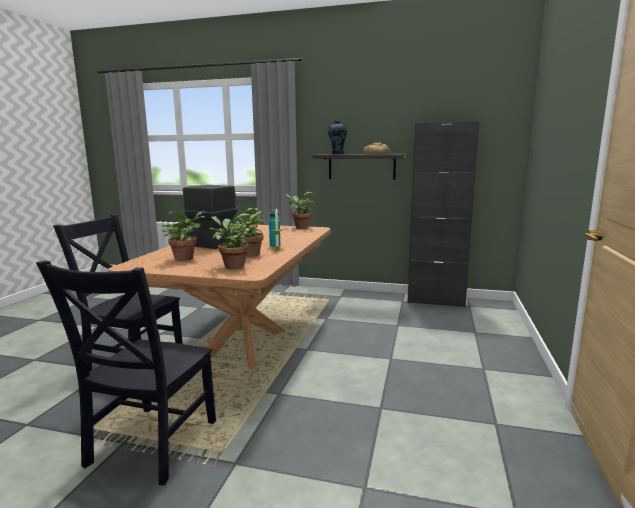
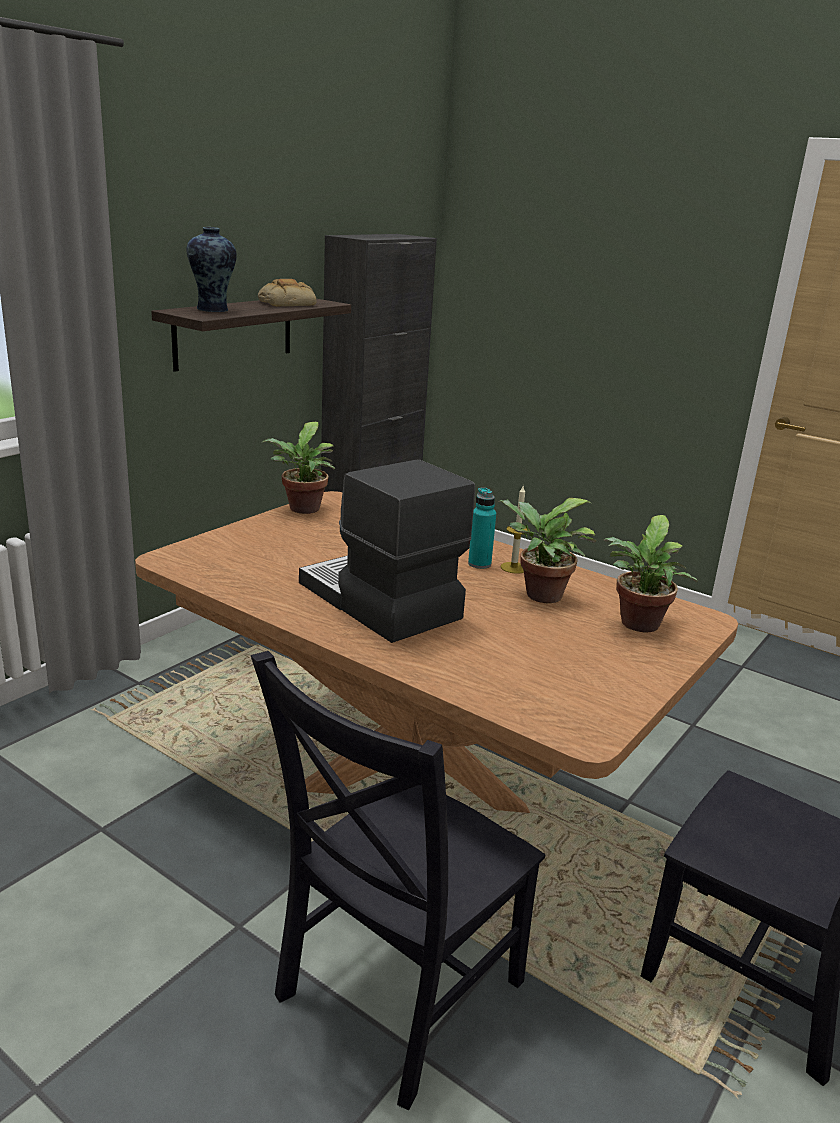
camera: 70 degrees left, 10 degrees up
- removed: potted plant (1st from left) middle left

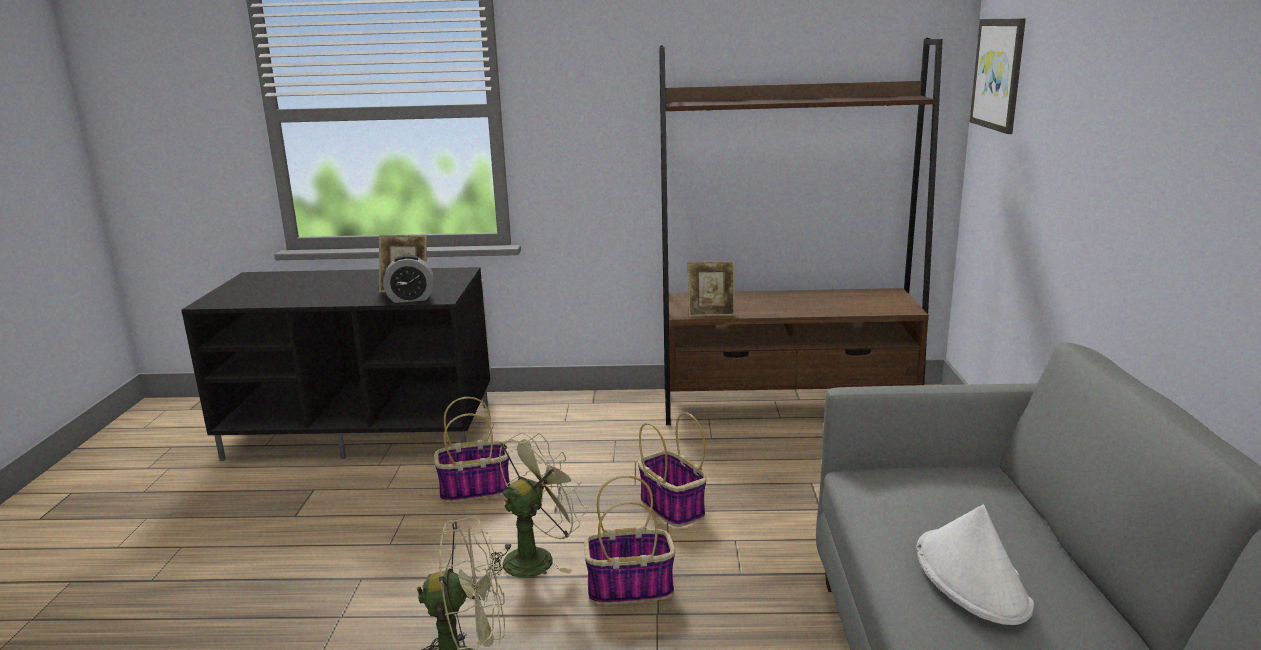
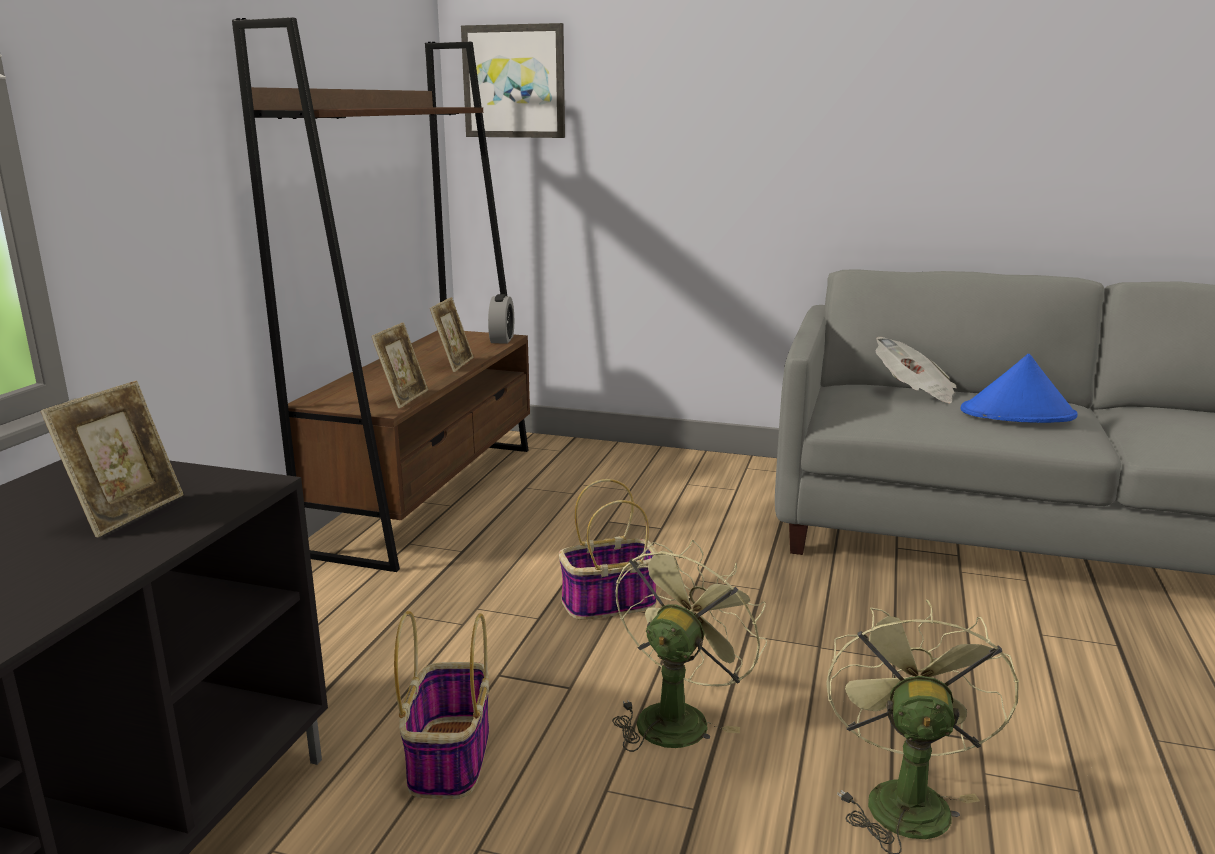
camera: 75 degrees left, 0 degrees up
- added: picture frame (3rd from left) centre
- moved: alarm clock middle left to centre
- turned: fan (green) (2nd from left in the first image) bottom centre = bottom centre 60 degrees clockwise
- added: newspaper middle right
- recoloured: hat (white) bottom right to hat (blue) middle right
- removed: basket (2nd from left) bottom centre

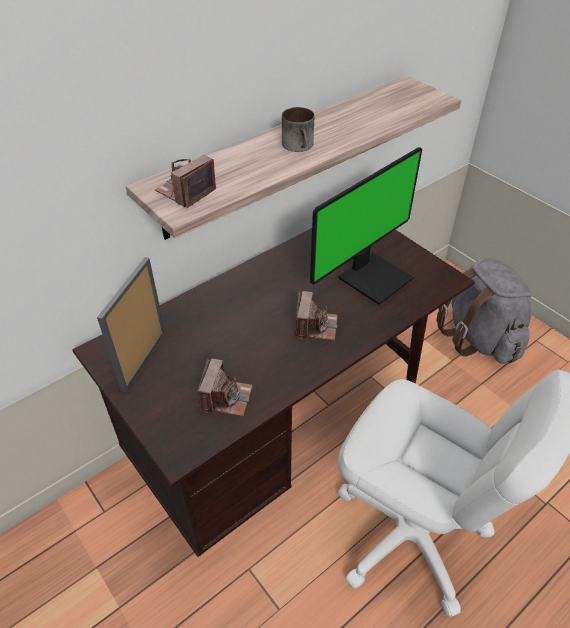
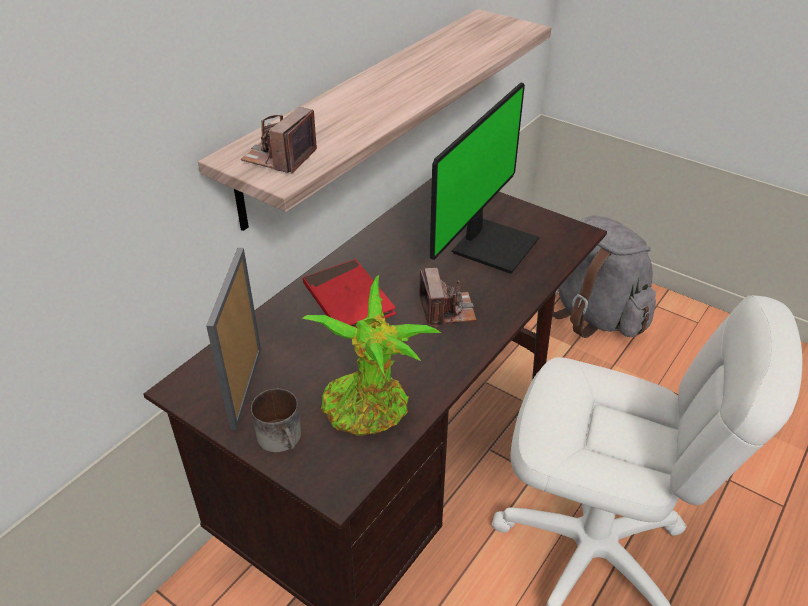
camera: 15 degrees left, 5 degrees down
- moved: mug top centre to bottom centre
- replaced: photo camera (2nd from left) centre to potted plant centre
- added: book (red) centre

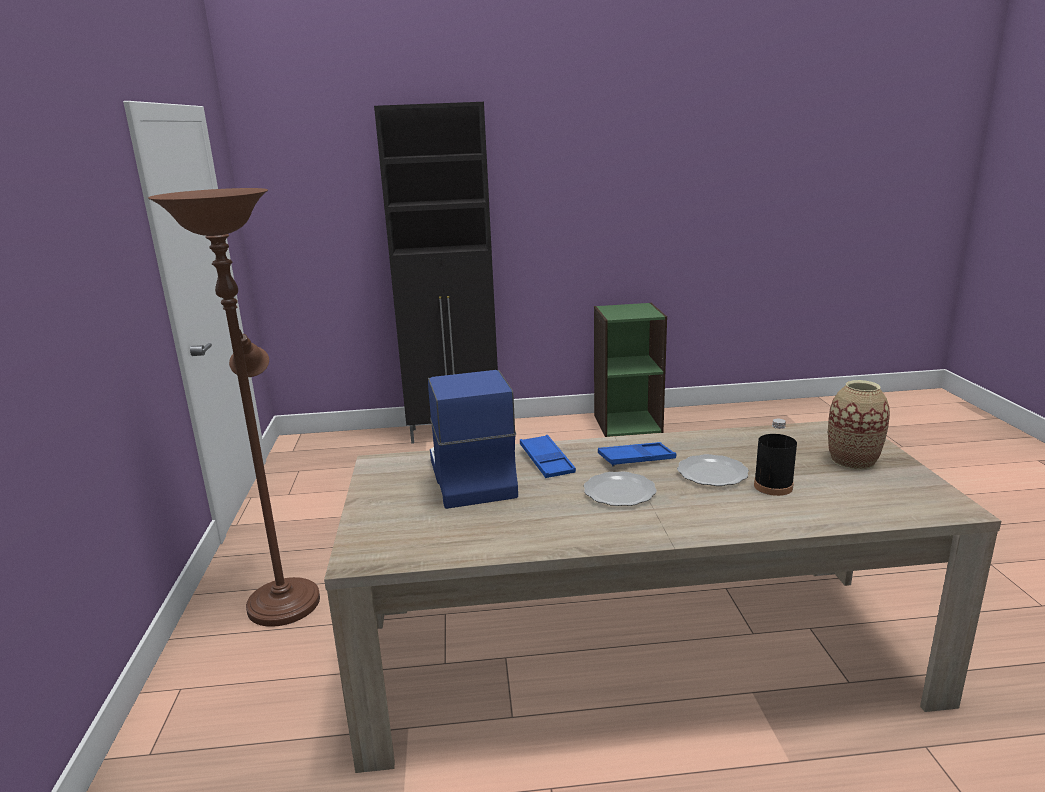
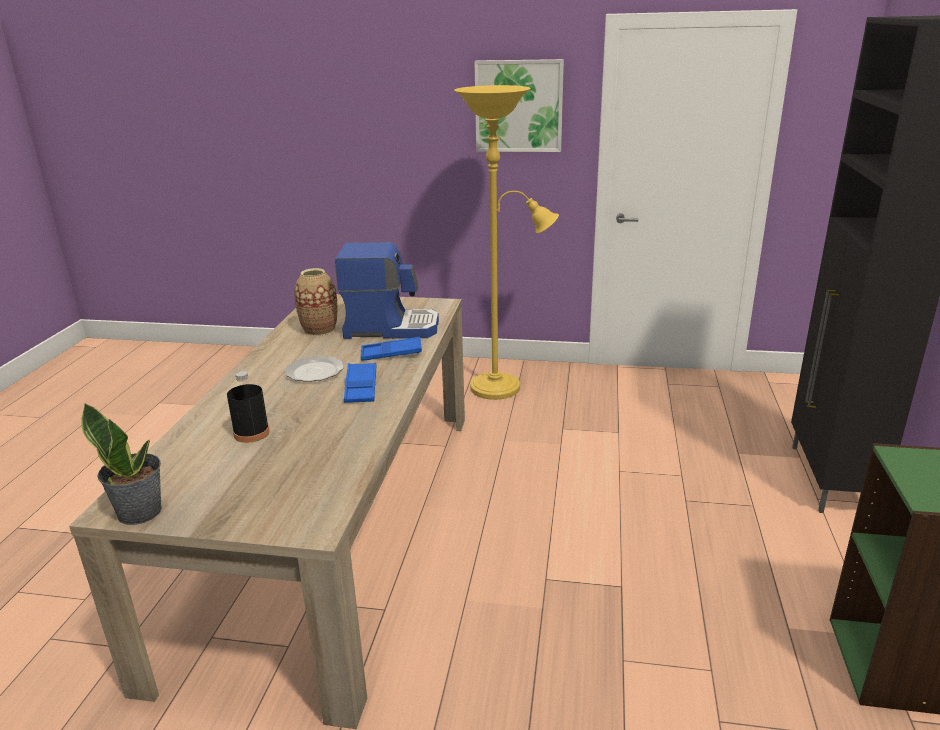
camera: 105 degrees right, 5 degrees up
- added: potted plant middle left
- moved: vase middle right to centre
- recoloured: floor lamp (brown) middle left to floor lamp (yellow) top centre
- added: picture top centre
- removed: plate (2nd from left) middle right

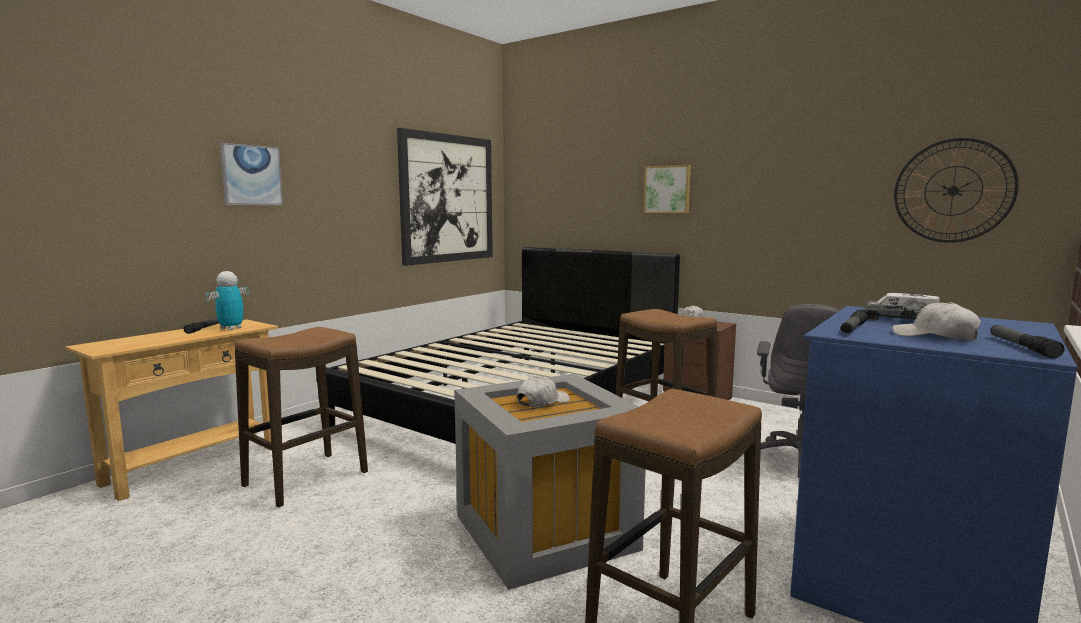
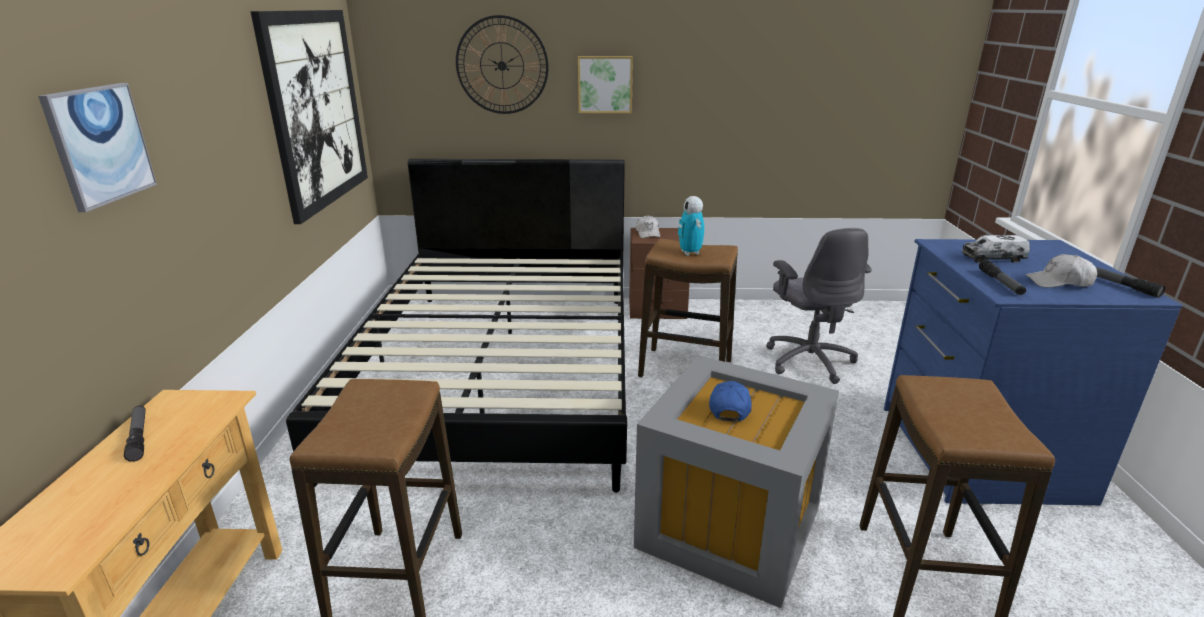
camera: 35 degrees left, 15 degrees up
- moved: wall clock top right to top centre
- moved: toy robot middle left to centre
- recoloured: cap (white) (1st from left) centre to cap (blue) centre

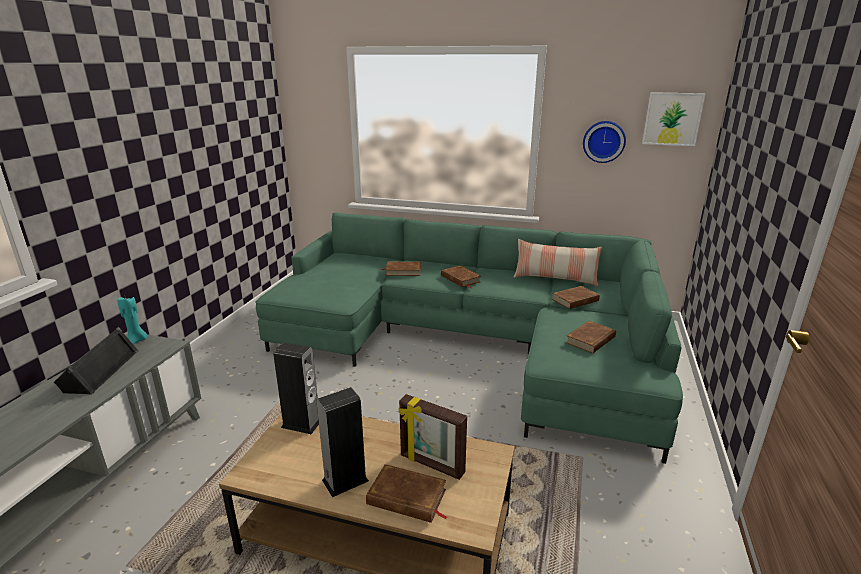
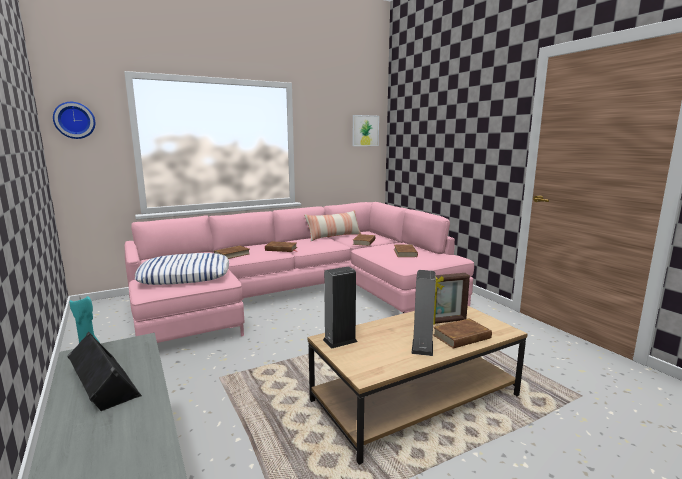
camera: 45 degrees left, 10 degrees down
- moved: wall clock top right to top left
- recoloured: sofa (green) centre to sofa (pink) centre
- added: pillow (1st from left) middle left

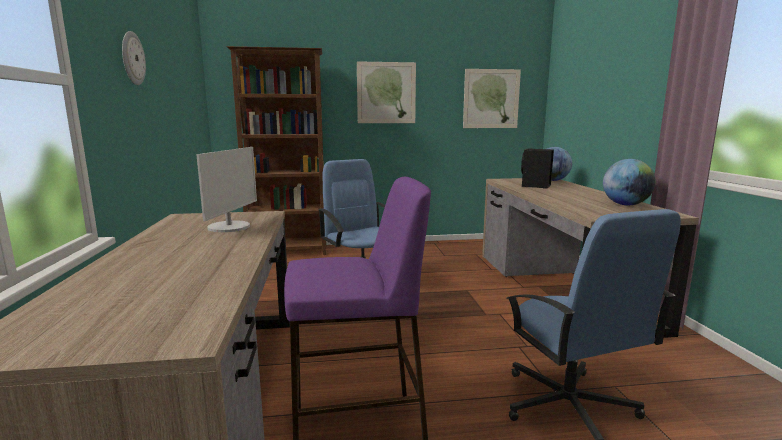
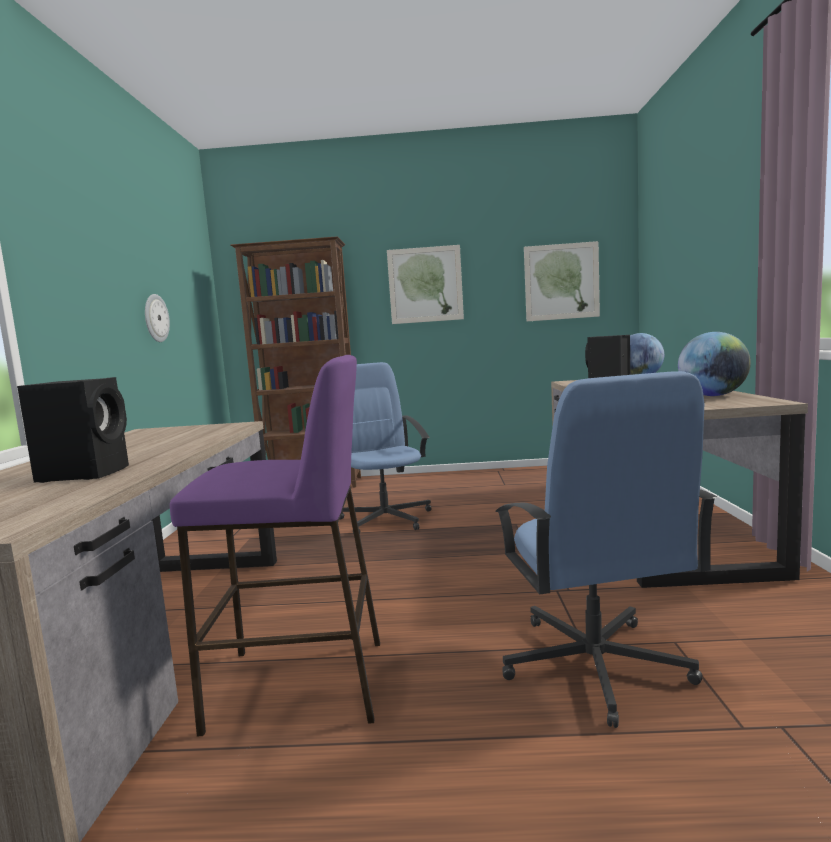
camera: 10 degrees right, 5 degrees down
- added: speaker (black) (1st from left) middle left
- moved: wall clock top left to middle left
- removed: monitor middle left

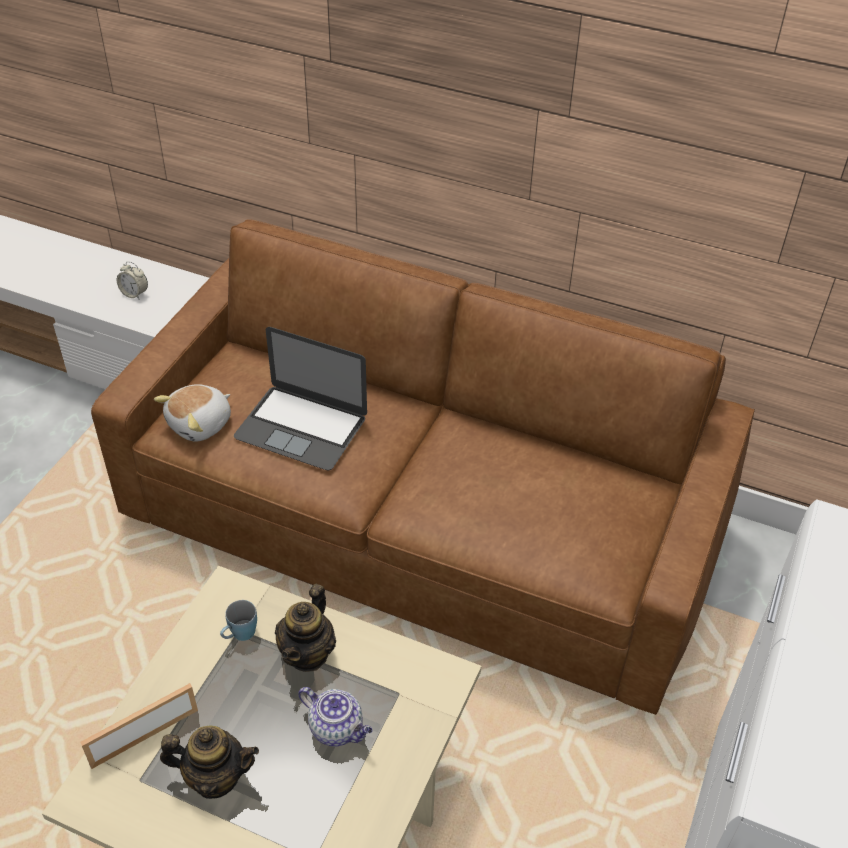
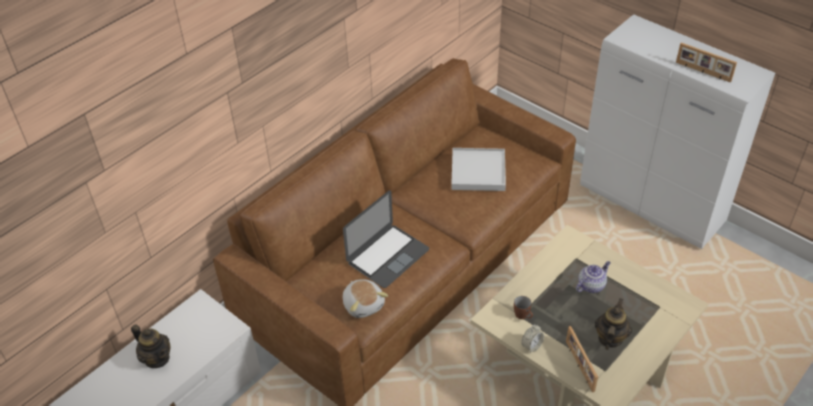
camera: 70 degrees left, 0 degrees up
- moved: teapot (2nd from left in the first image) bottom centre to teapot (1st from left) bottom left
- added: tray (white) centre
- recoloured: mug (blue) bottom left to mug (brown) bottom centre
- moved: alarm clock top left to bottom centre
- added: picture frame (2nd from left) top right

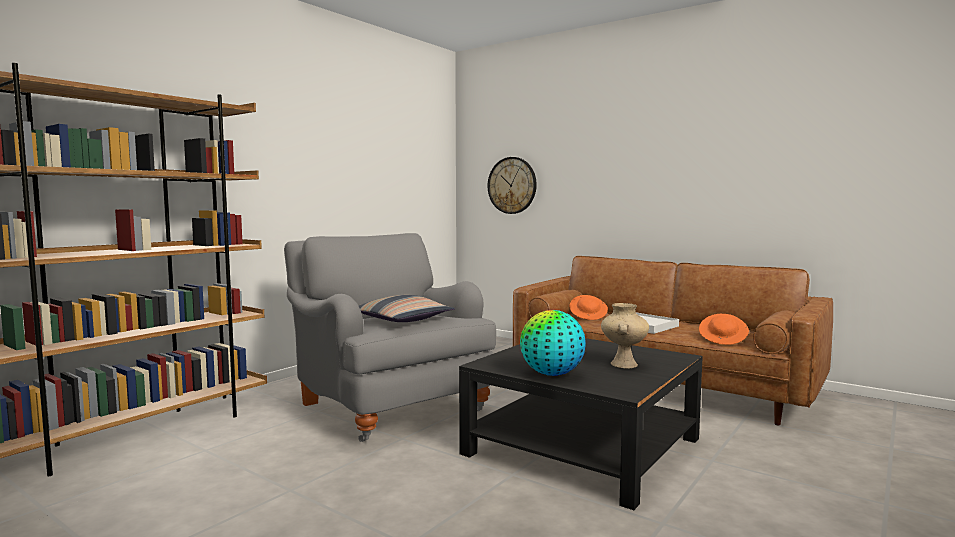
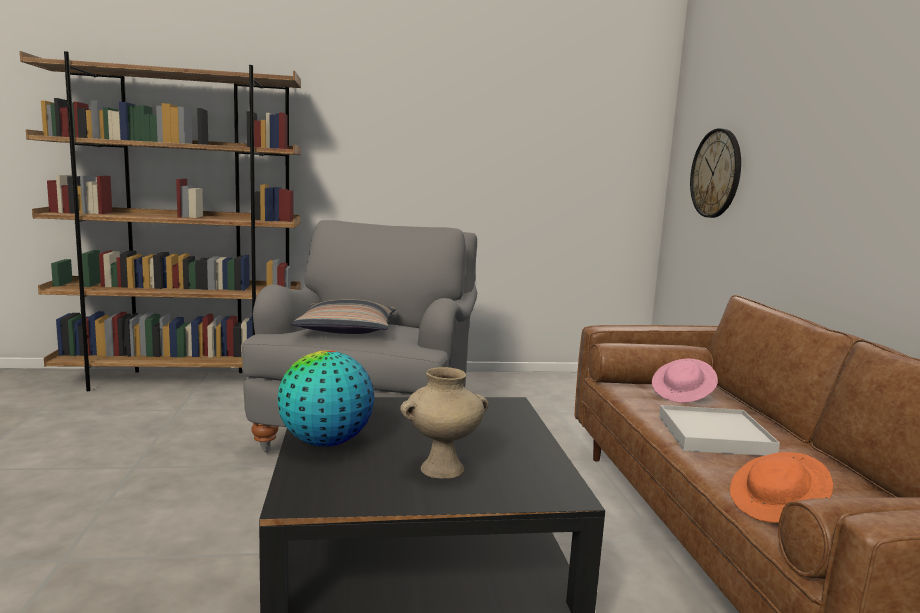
camera: 45 degrees right, 5 degrees up
- recoloured: hat (orange) (1st from left) centre to hat (pink) middle right

